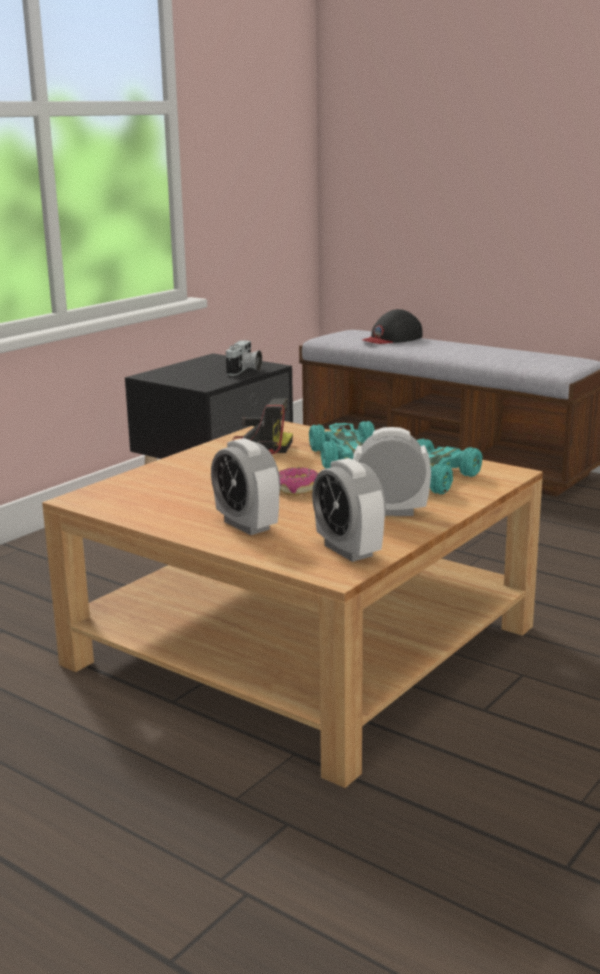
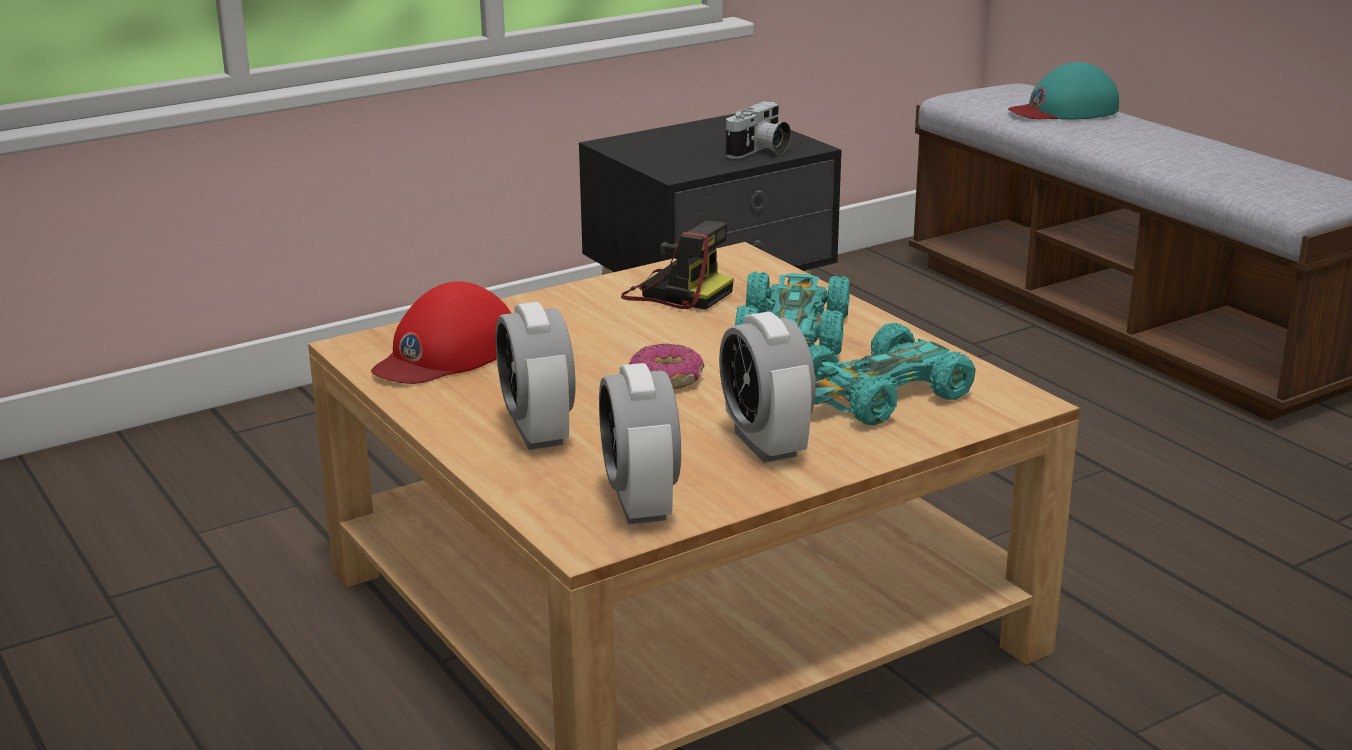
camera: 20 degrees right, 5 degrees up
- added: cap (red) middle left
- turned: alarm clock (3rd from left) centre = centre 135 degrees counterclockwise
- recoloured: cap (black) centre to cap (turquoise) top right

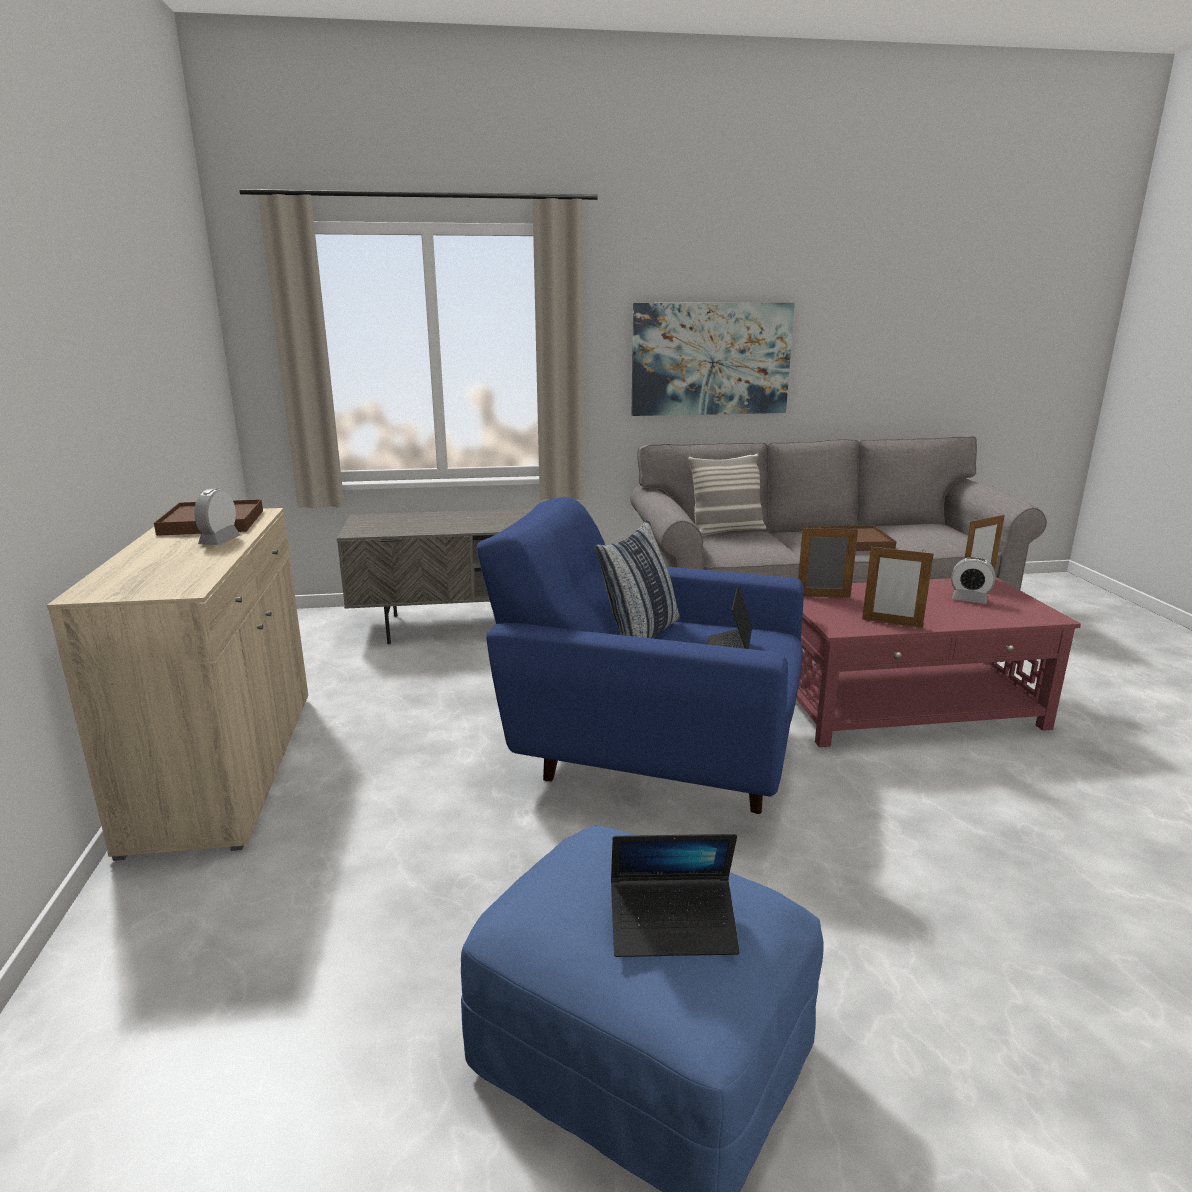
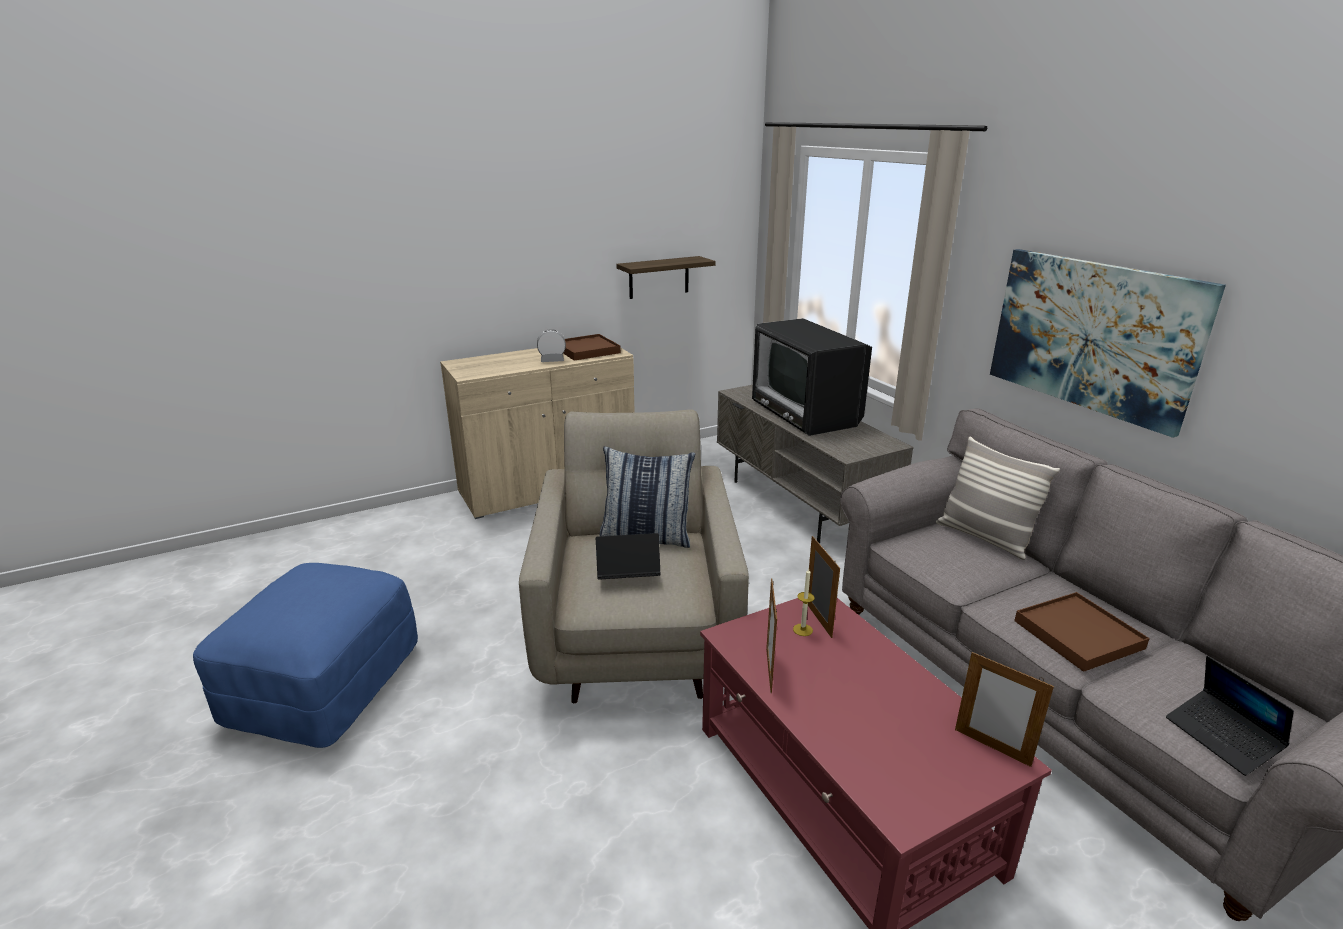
camera: 70 degrees right, 5 degrees up
- recoloured: armchair (blue) centre to armchair (beige) centre
- added: shelf top centre
- added: television centre
- added: candle centre
- moved: laptop (1st from left in the first image) bottom centre to laptop (2nd from left) bottom right
- removed: alarm clock (2nd from left) middle right

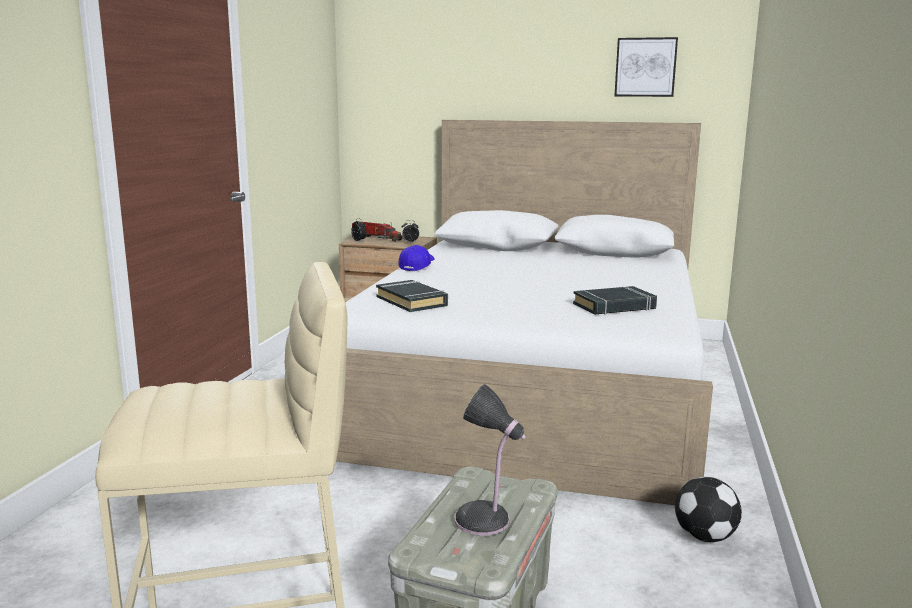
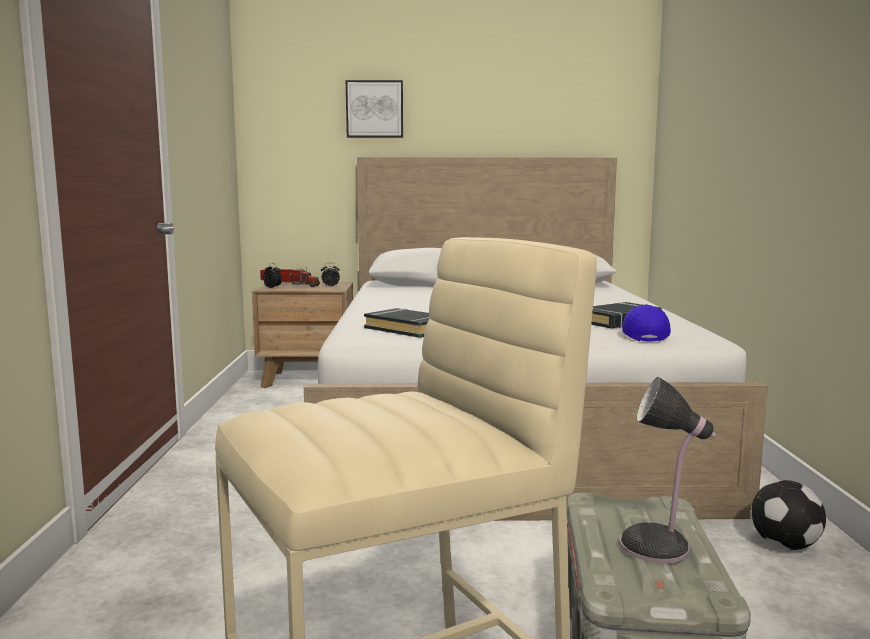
camera: 15 degrees left, 5 degrees down
- moved: picture top right to top centre
- moved: cap (blue) centre to middle right

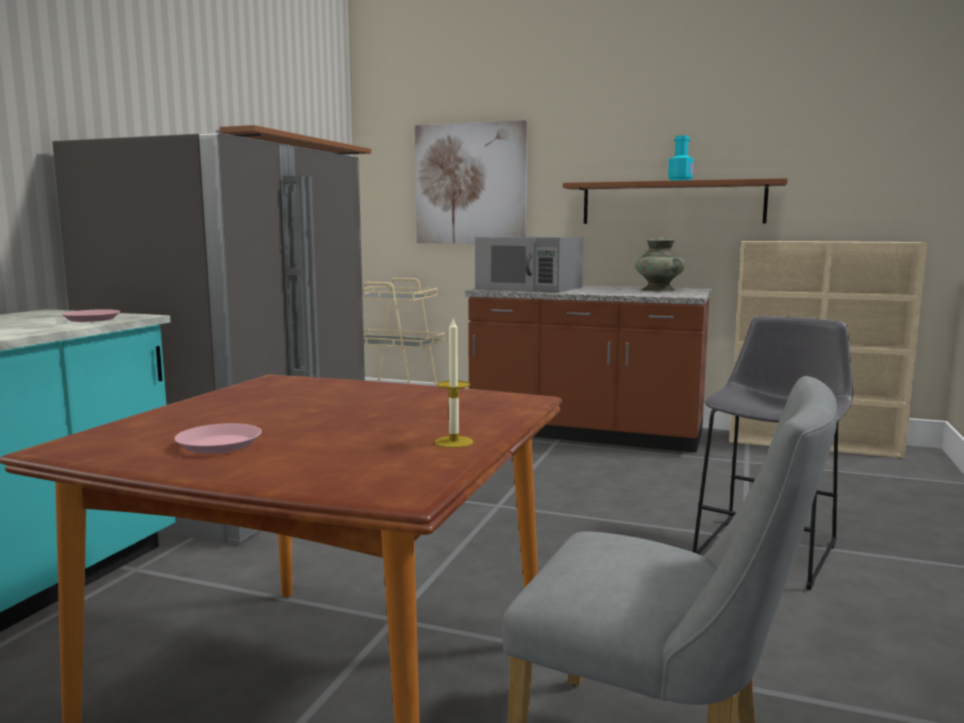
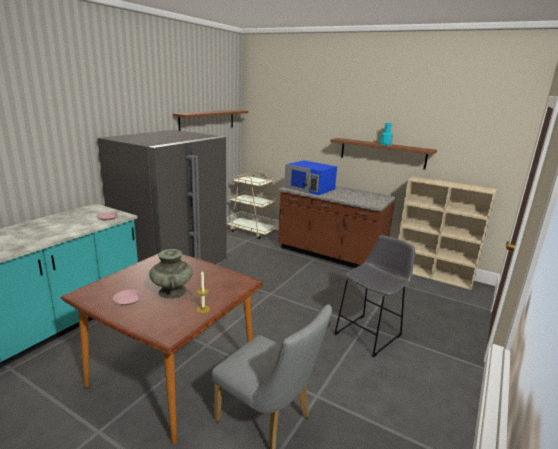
camera: 10 degrees right, 10 degrees up
- moved: vase (turquoise) middle right to middle left
- recoloured: microwave (grey) centre to microwave (blue) centre
- removed: picture top centre

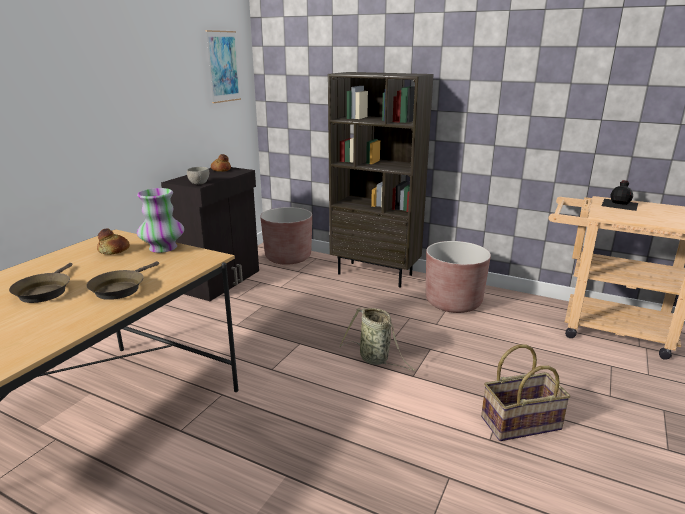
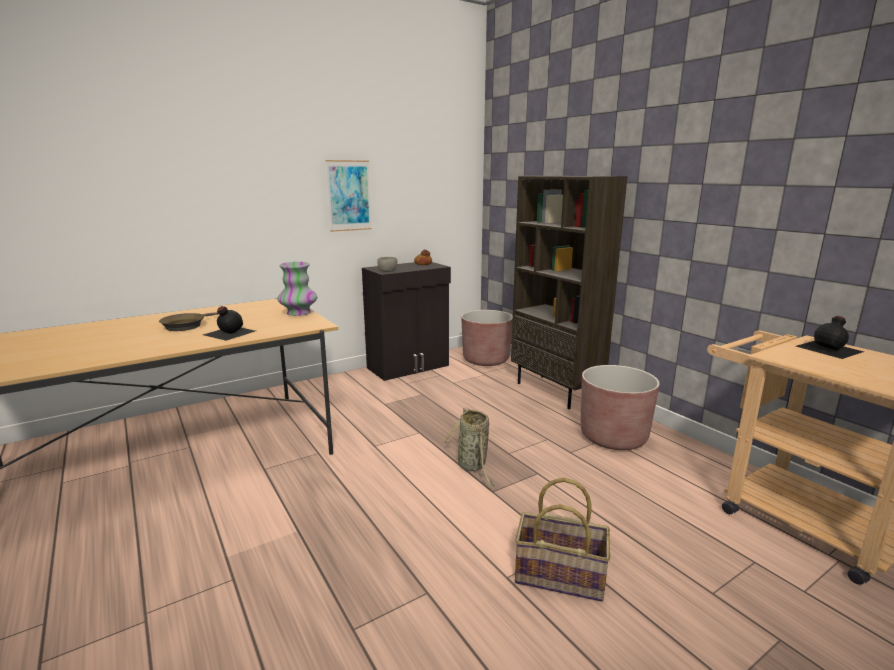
camera: 30 degrees right, 5 degrees down
- replaced: frying pan (brown) (2nd from left) middle left to bottle (black) (1st from left) middle left
- moved: picture top left to top centre
- removed: bread (1st from left) middle left

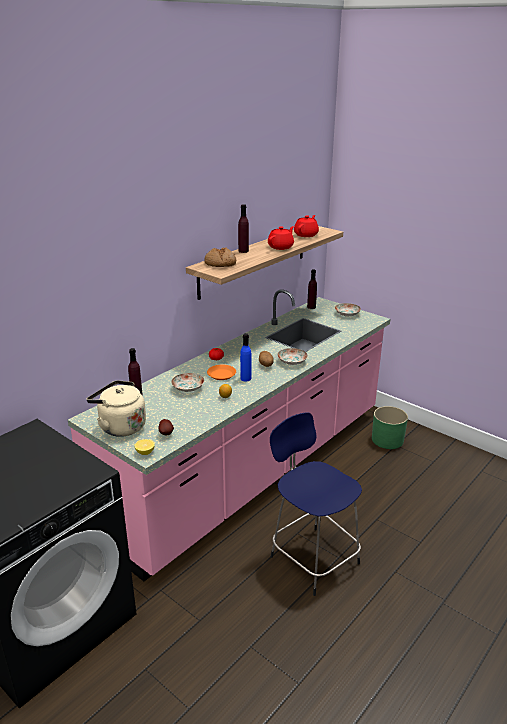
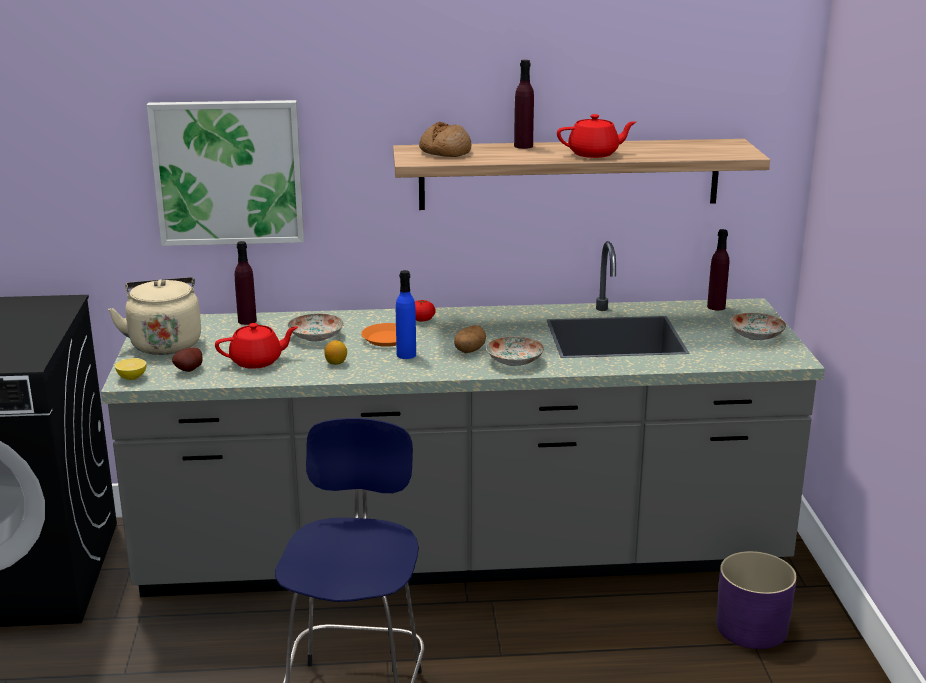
camera: 45 degrees right, 5 degrees down
- recoloured: counter (pink) centre to counter (grey) centre
- added: picture top left
- moved: teapot (red) (2nd from left in the first image) top centre to teapot (red) (1st from left) middle left
- recoloured: planter (green) middle right to planter (purple) bottom right

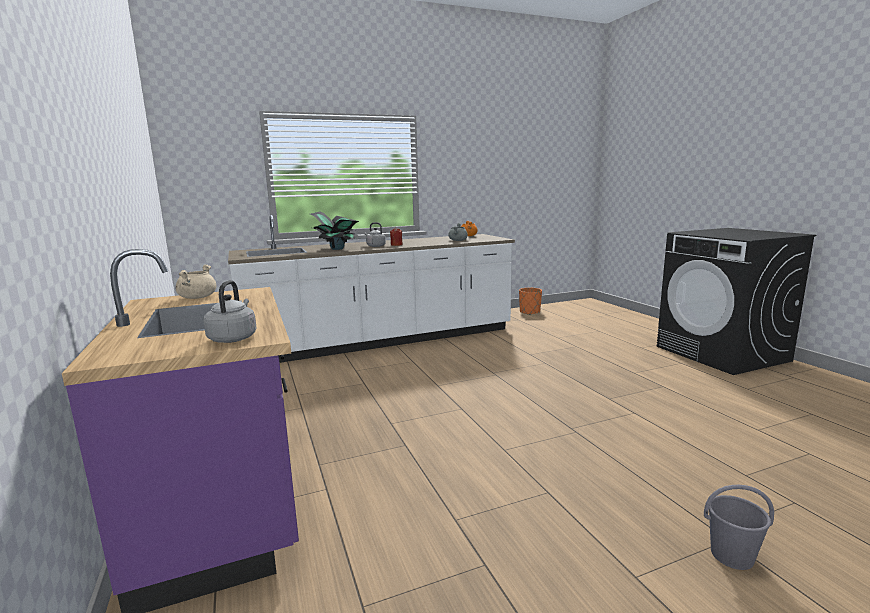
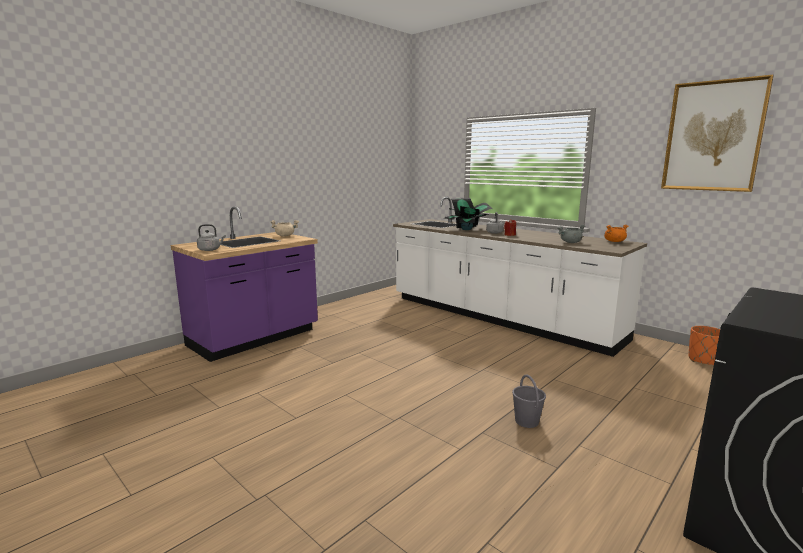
camera: 65 degrees right, 0 degrees up
- moved: bucket (grey) bottom right to bottom centre
- added: picture top right

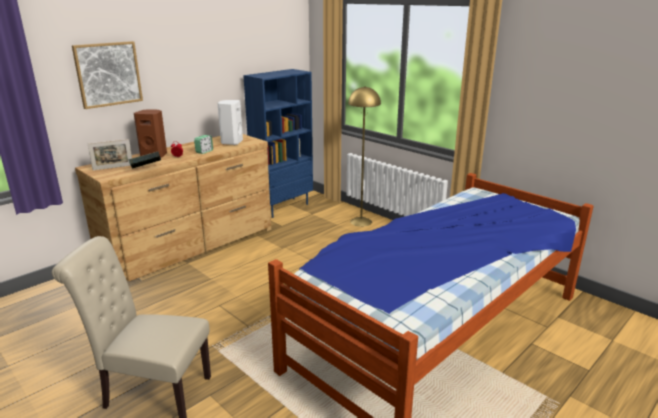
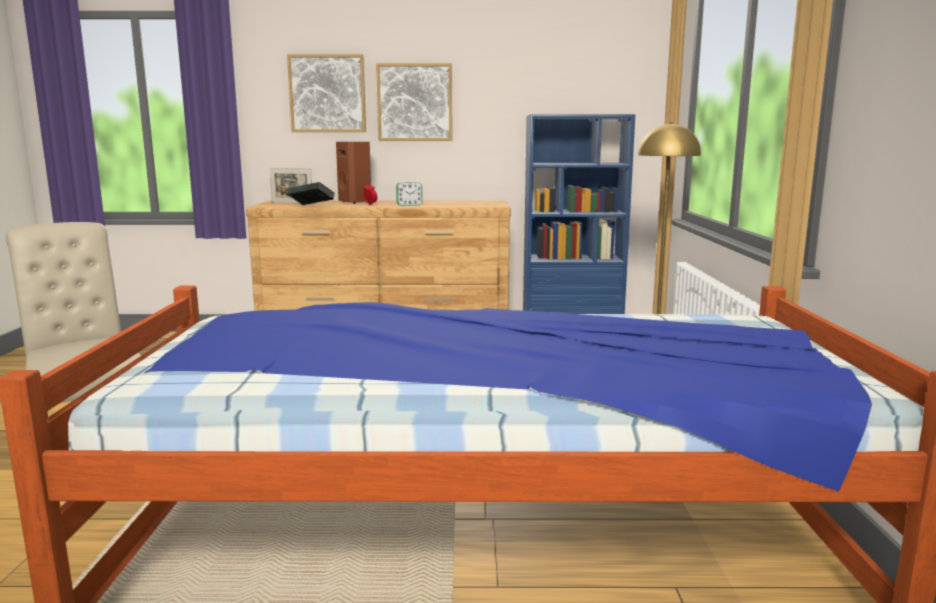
camera: 45 degrees right, 10 degrees down
- added: picture (2nd from left) top centre
- removed: speaker (white) top centre

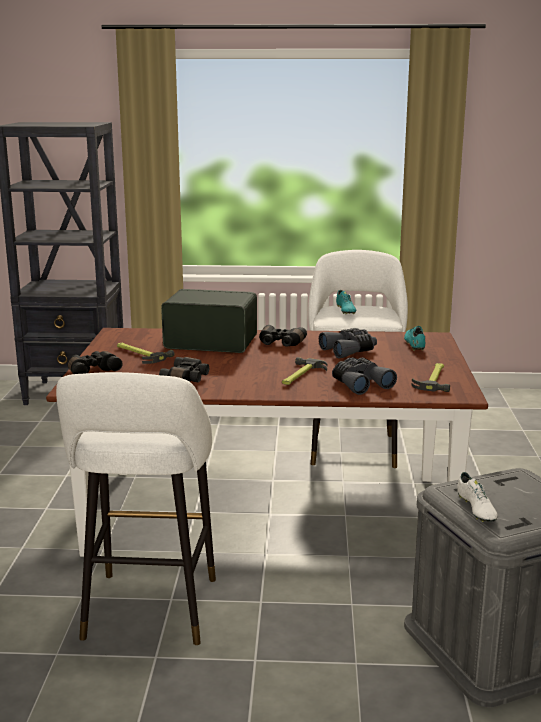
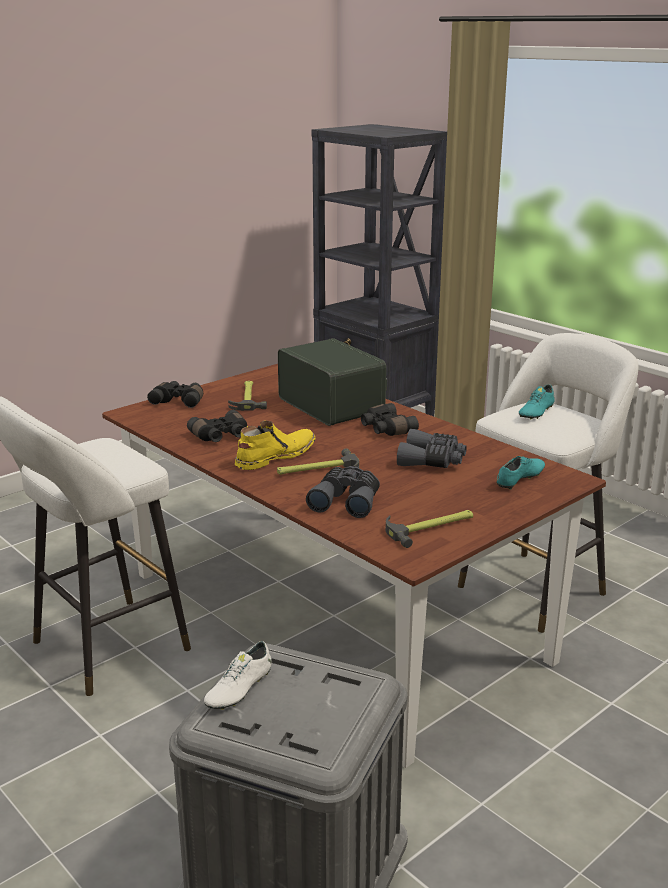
camera: 45 degrees right, 5 degrees up
- added: boot (yellow) centre

